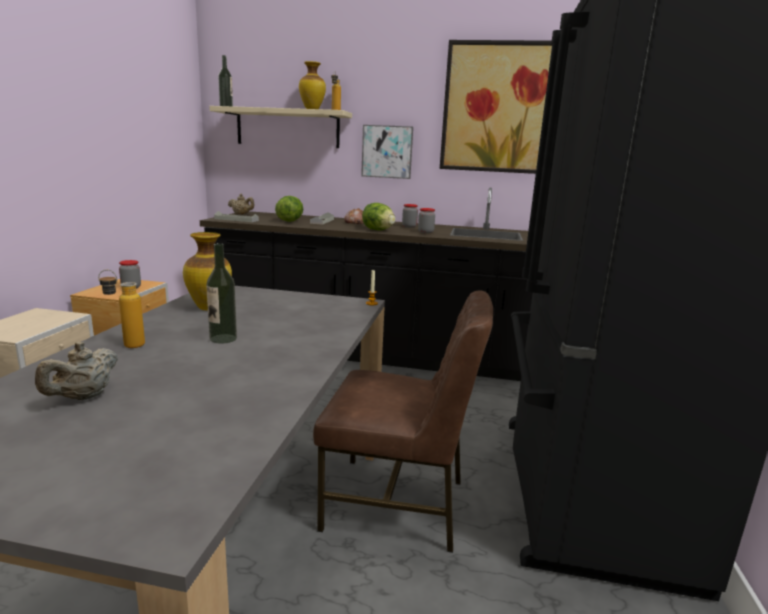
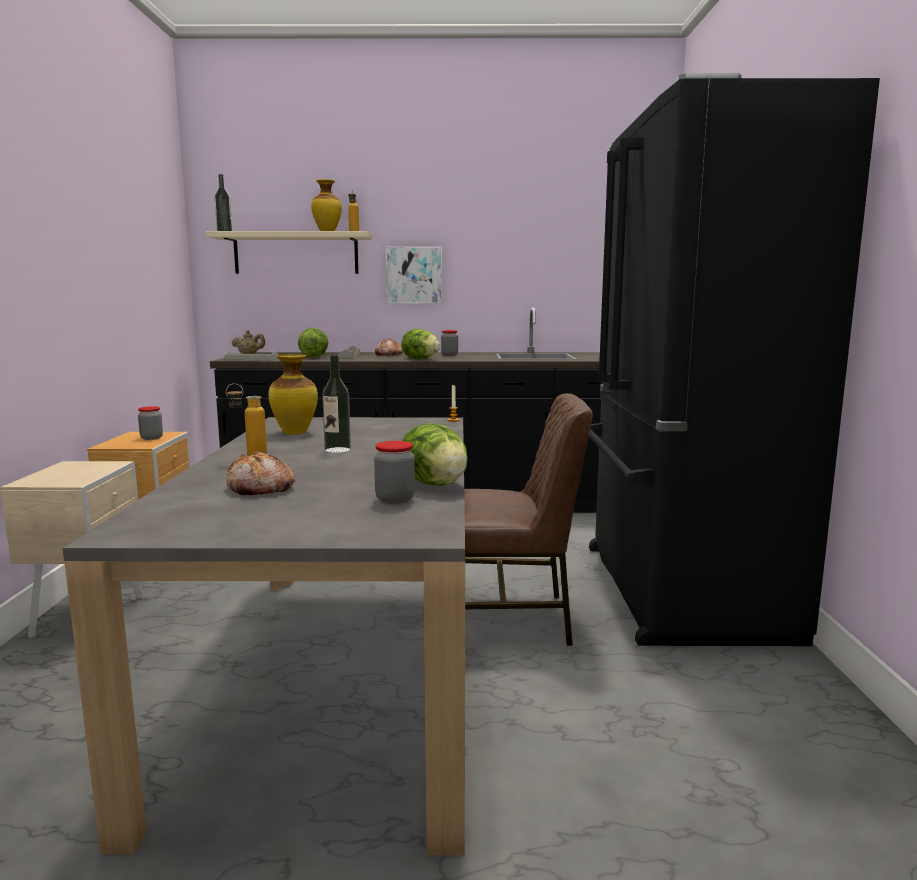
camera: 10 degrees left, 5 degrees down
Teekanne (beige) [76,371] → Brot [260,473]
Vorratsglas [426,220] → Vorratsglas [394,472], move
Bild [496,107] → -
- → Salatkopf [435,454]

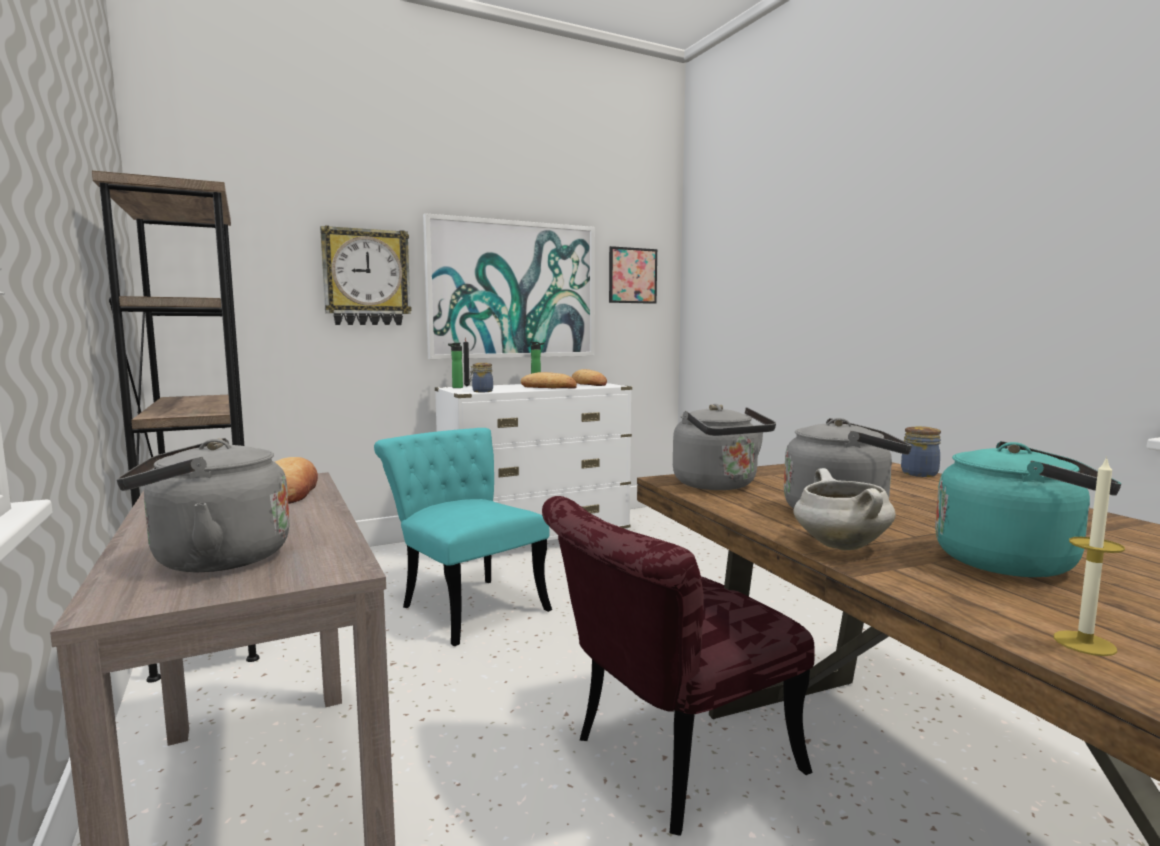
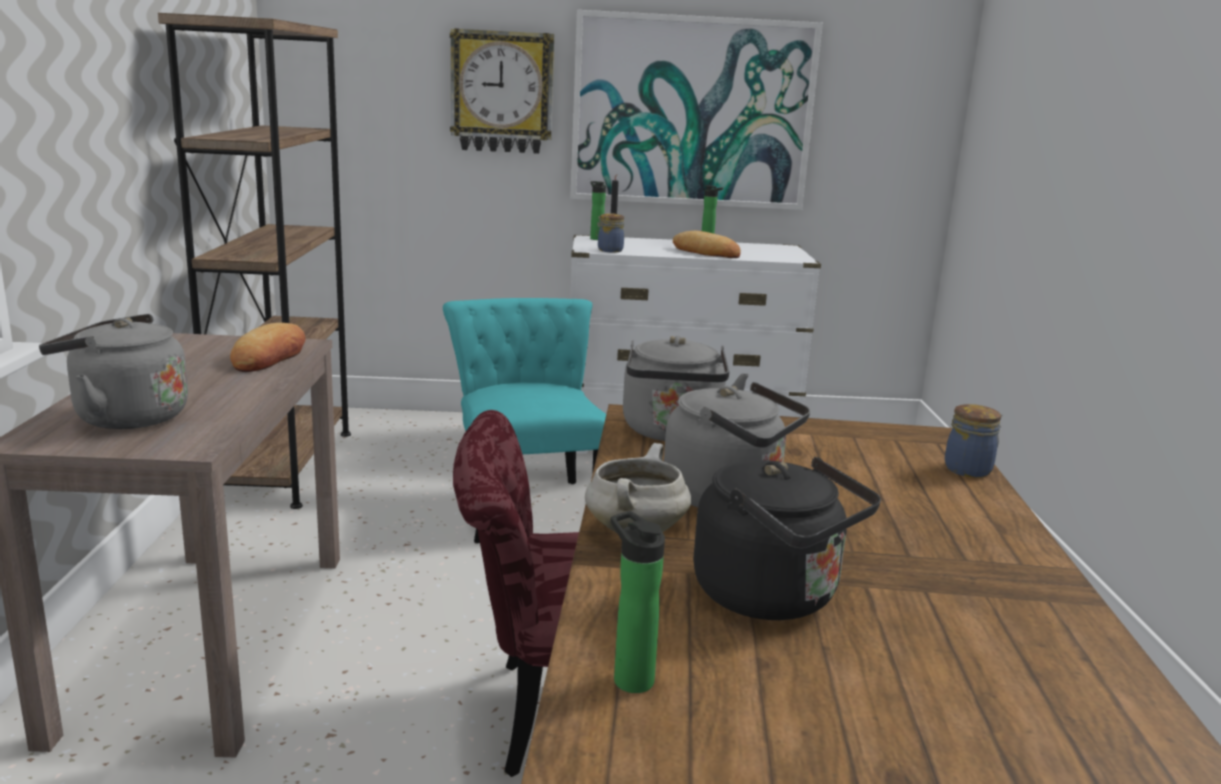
camera: 25 degrees right, 10 degrees up
Brot [589,377] → -
Bild [633,275] → -
Wasserkessel (türkis) [1028,509] → Wasserkessel (schwarz) [787,538]
Kerze [1089,556] → Flasche [638,602]

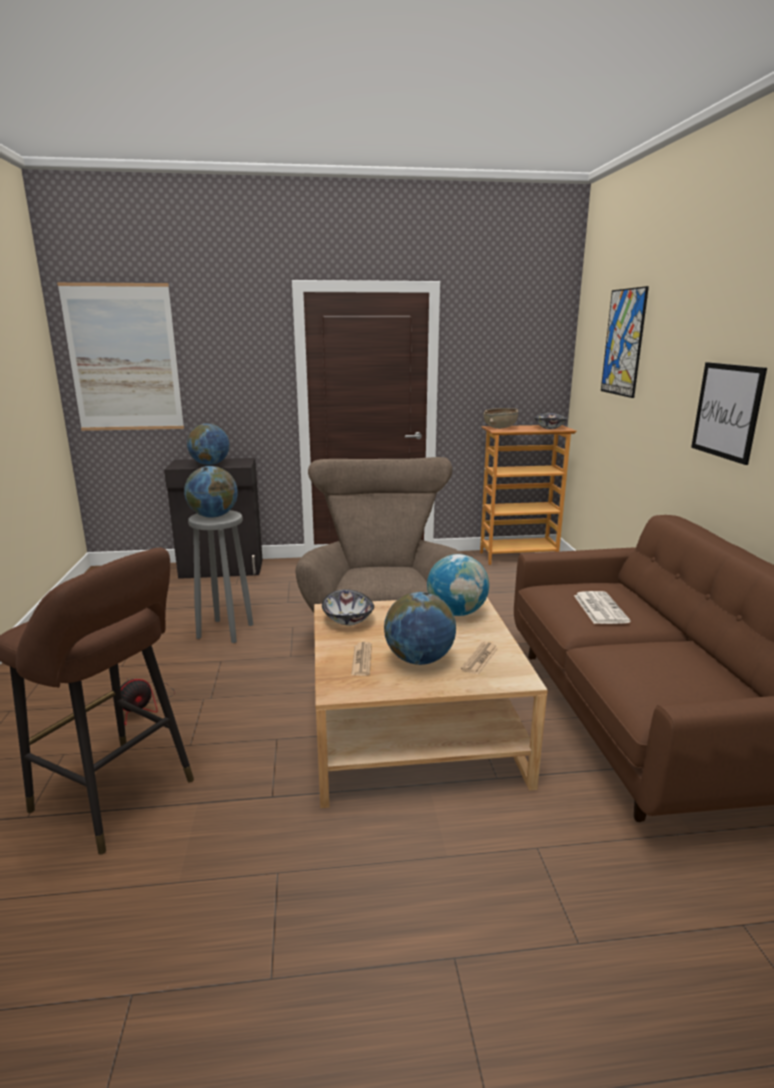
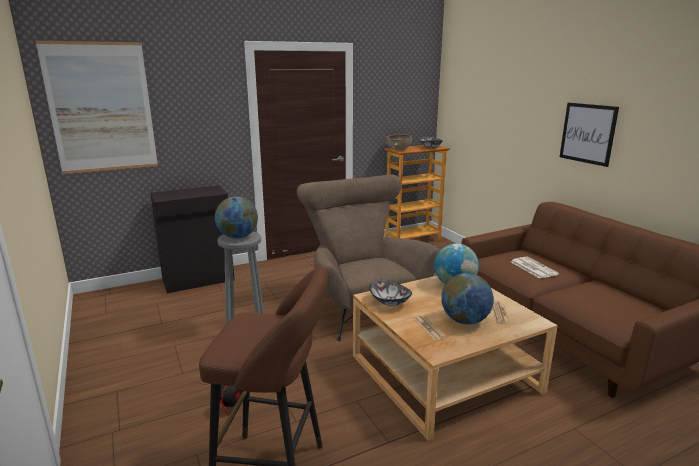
camera: 20 degrees left, 0 degrees up
Globus [208,444] → -
Bild [625,342] → -

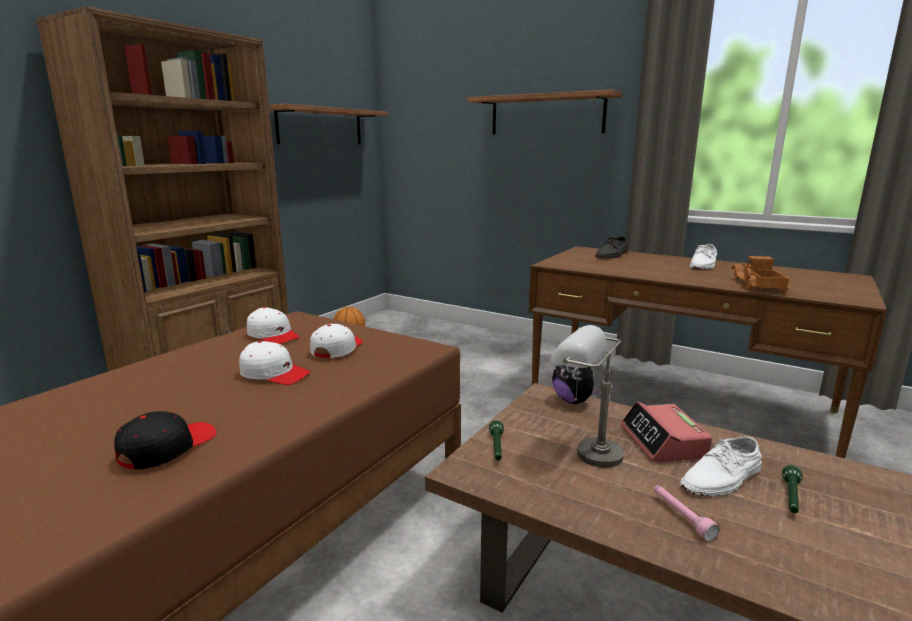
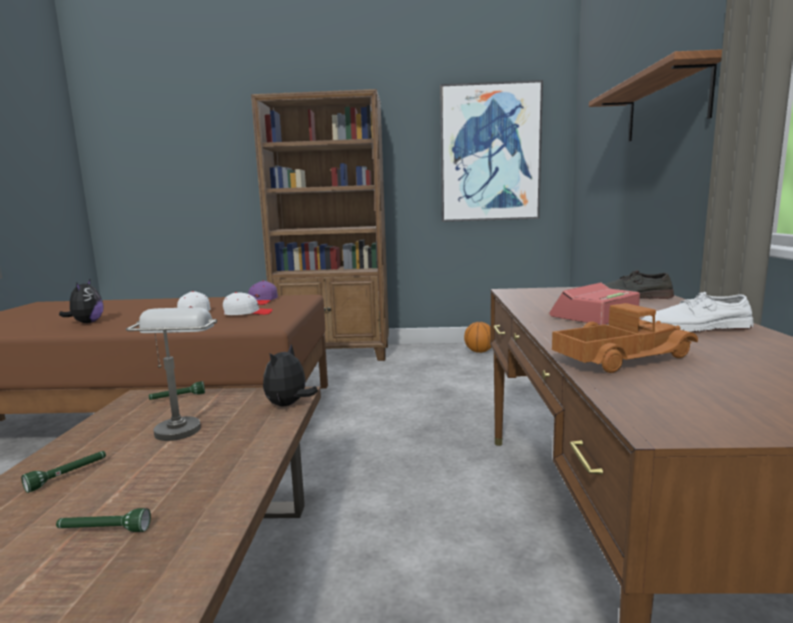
camera: 60 degrees right, 5 degrees down
Kappe (schwarz) [165,440] → Plüschtier [81,301]
Kappe (weiß) [273,325] → Kappe (lila) [263,292]
Wandregal [328,124] → Bild [491,151]
Wecker [666,431] → Wecker [594,303], move
Taschenlampe (rosa) [687,513] → Taschenlampe (grün) [63,472]
Schuh (weiß) [721,466] → -

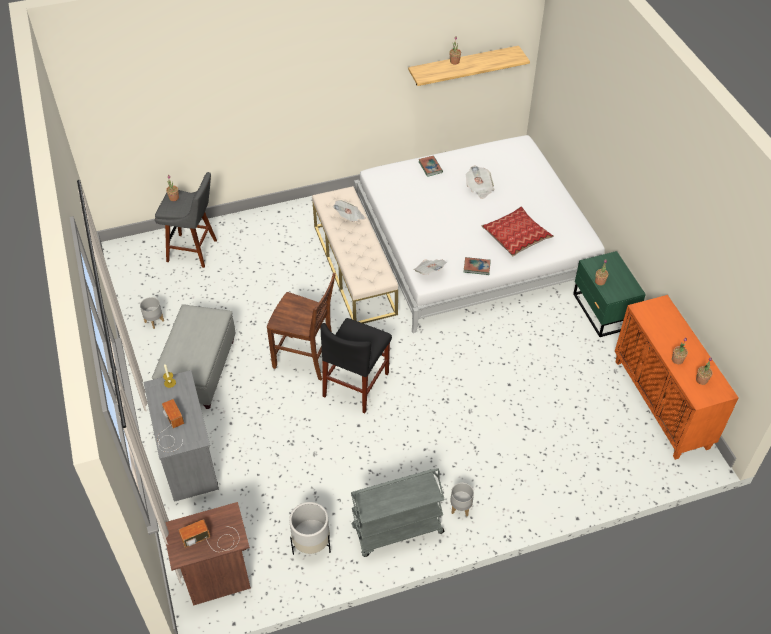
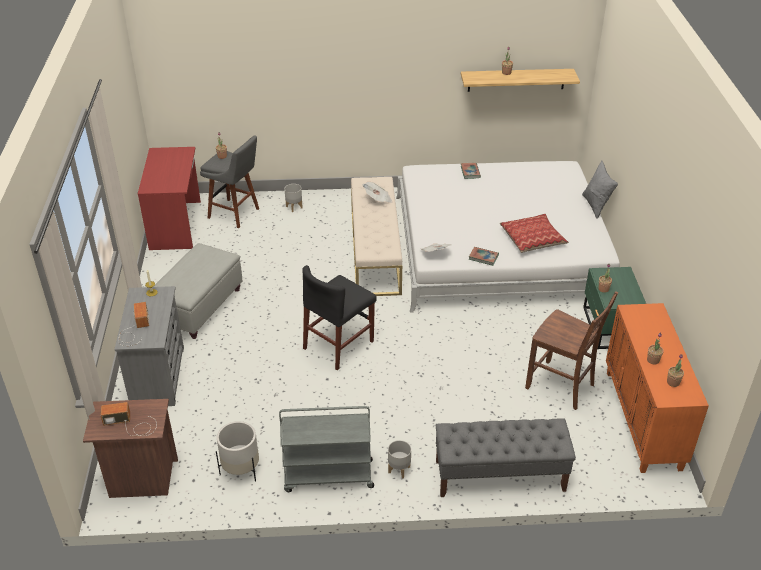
camera: 15 degrees right, 10 degrees down
Pflanzkübel (grau) [152,313] → Pflanzkübel (grau) [293,198], move
Stuhl (braun) [301,327] → Stuhl (braun) [571,350], move
Zeitung [480,182] → -
- → Schreibtisch (rot) [169,198]
- → Bank (grau) [506,457]
- → Kissen (grau) [600,190]

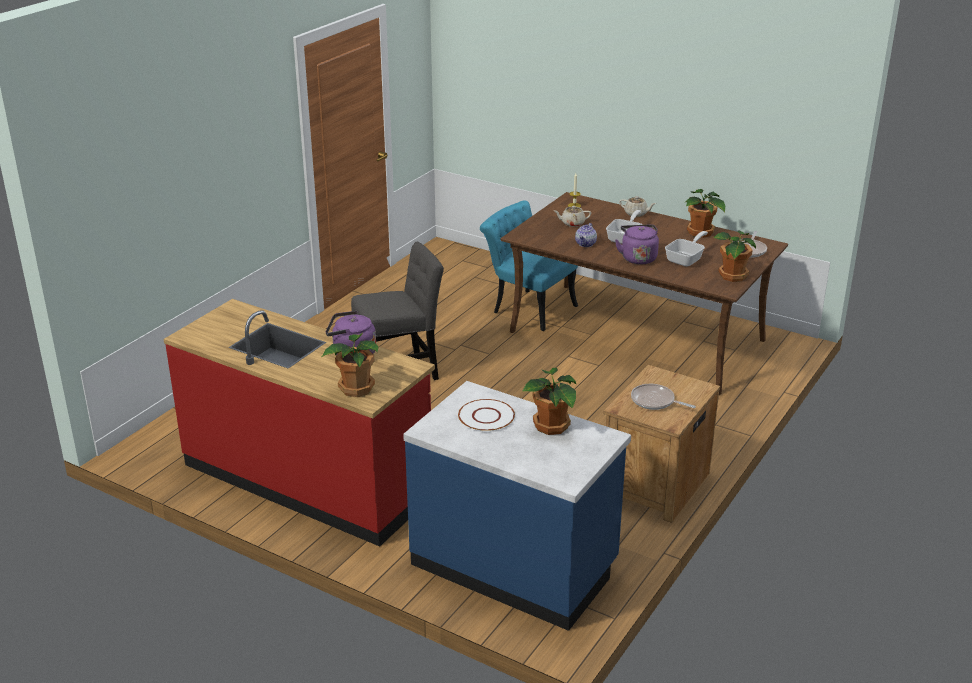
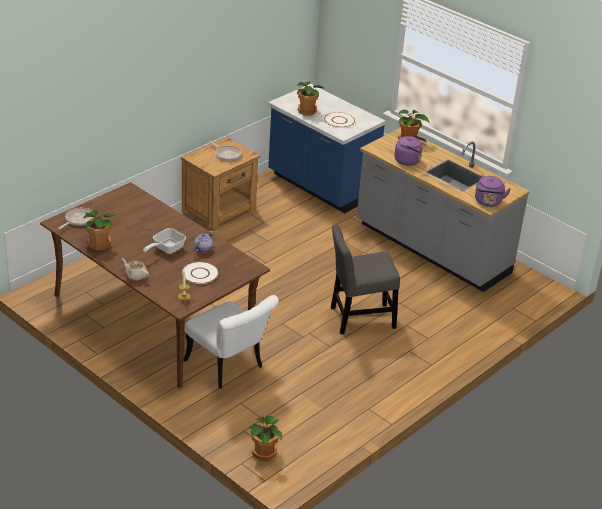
camera: 170 degrees left, 5 degrees up
Küchenzeile (rot) [299,422] → Küchenzeile (grau) [443,210]
Stuhl (türkis) [529,265] → Stuhl (weiß) [231,341]
Teekanne (beige) [572,216] → Teller (weiß) [200,273]
Wasserkessel (lila) [637,244] → Wasserkessel (lila) [493,191], move
Pfanne [686,249] → -
Topfpflanze [734,256] → Topfpflanze [266,438], move

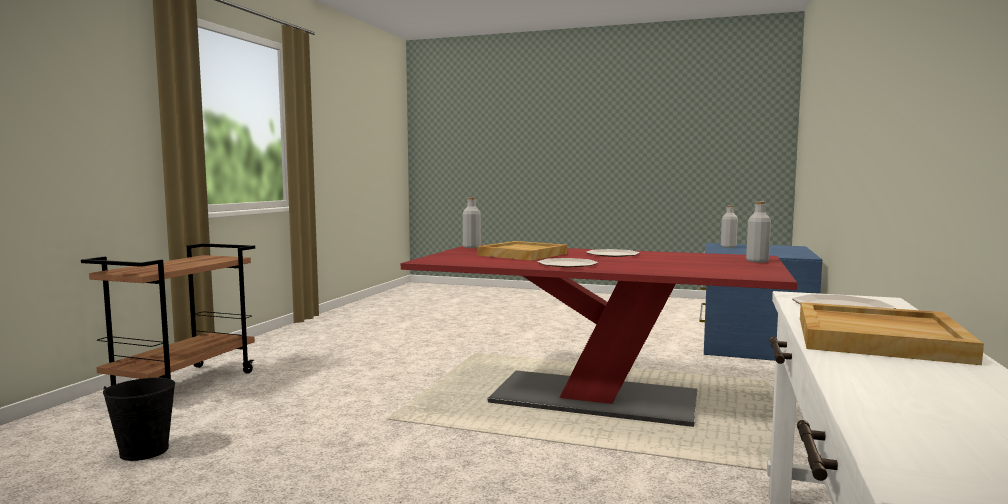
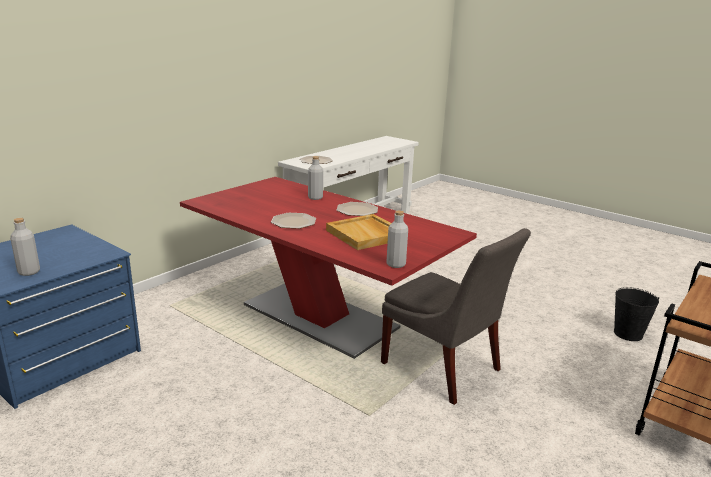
camera: 160 degrees left, 15 degrees up
Flasche (grau) [758,232] → Flasche (grau) [315,178], move
Tablett (beige) [892,333] → -
- → Stuhl (grau) [456,316]

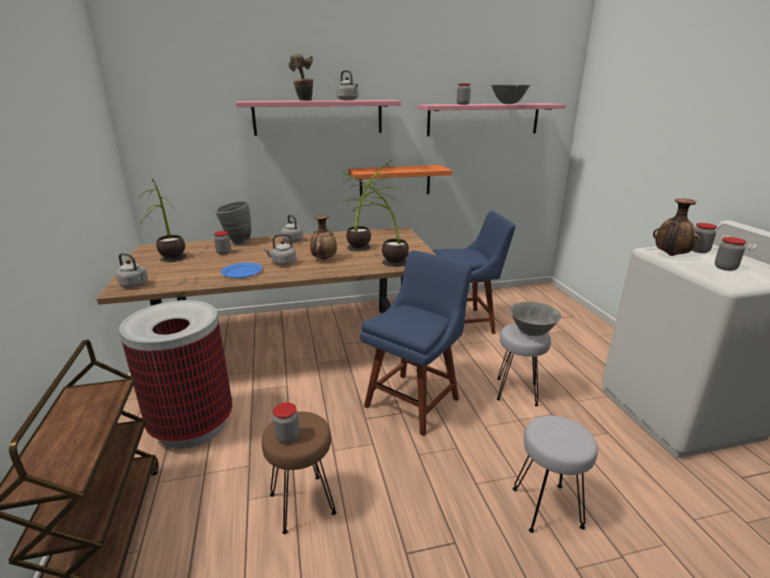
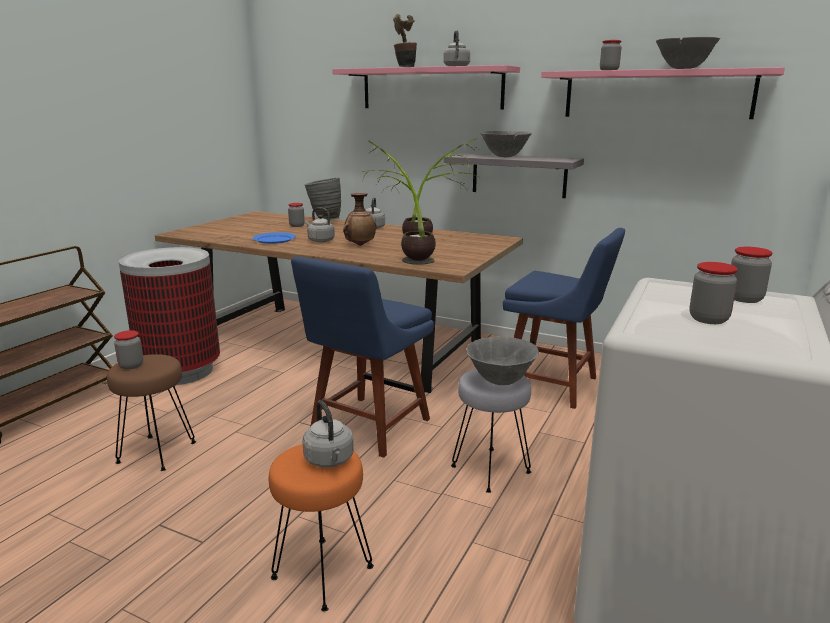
camera: 40 degrees right, 5 degrees down
Wasserkessel (grau) [132,270] → Wasserkessel (grau) [328,434], move
Topfpflanze [162,220] → -
Wandregal (orange) [400,181] → Wandregal (grau) [514,175]
Stuhl (blau) [416,343] → Stuhl (blau) [362,357], 135 degrees clockwise
Hocker (grau) [555,474] → Hocker (orange) [321,527]
Vase [676,227] → -
- → Schüssel (grau) [506,144]

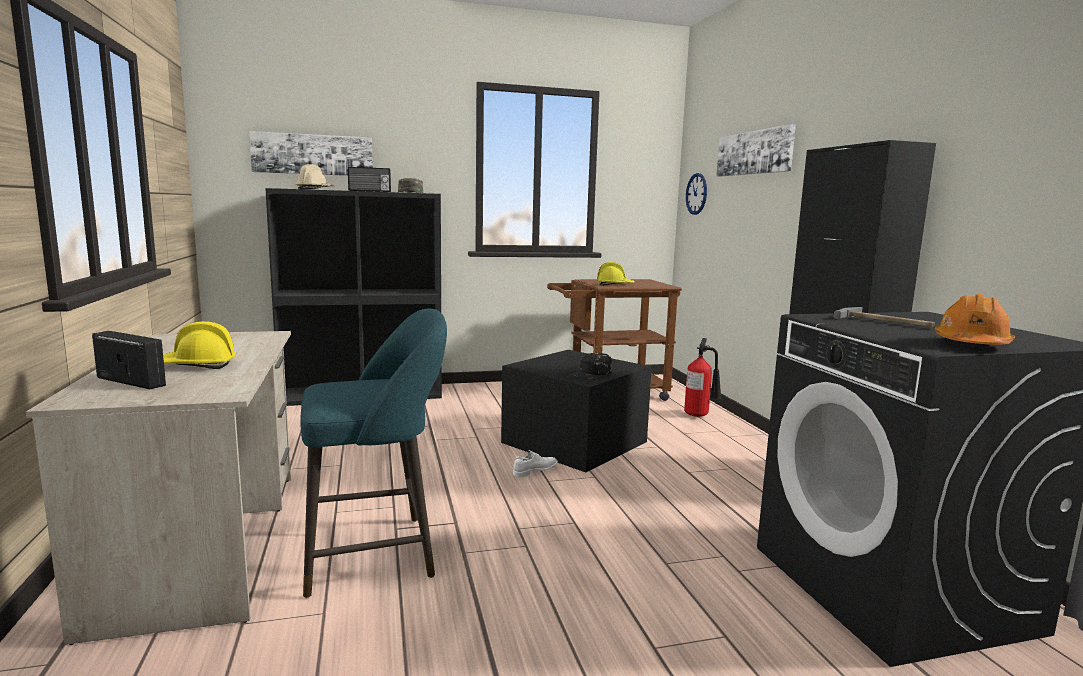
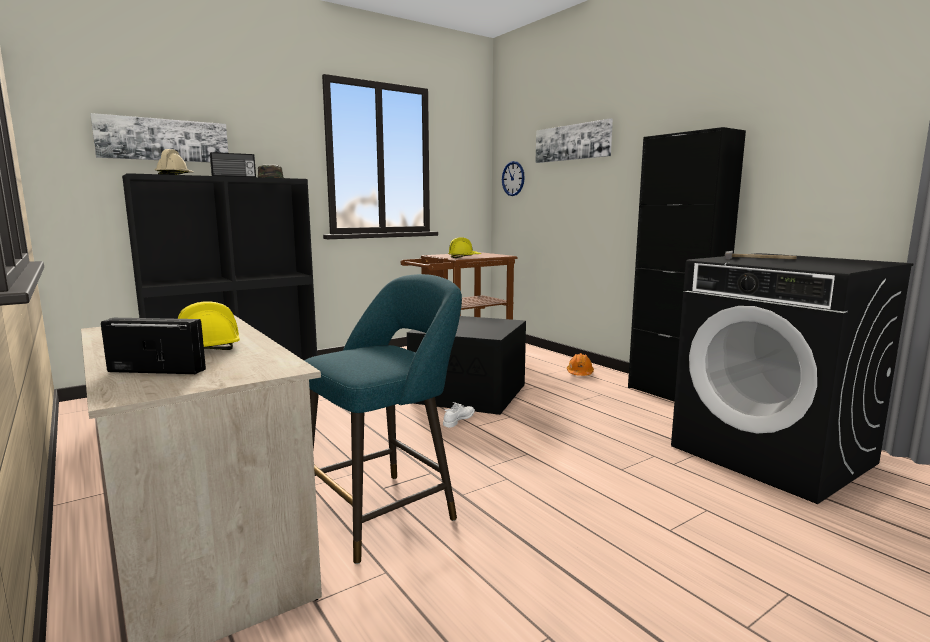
camera: 20 degrees left, 0 degrees up
Kappe (schwarz) [591,366] → -
Feuerlöscher [702,377] → -
Schutzhelm (orange) [975,319] → Schutzhelm (orange) [580,364], move

